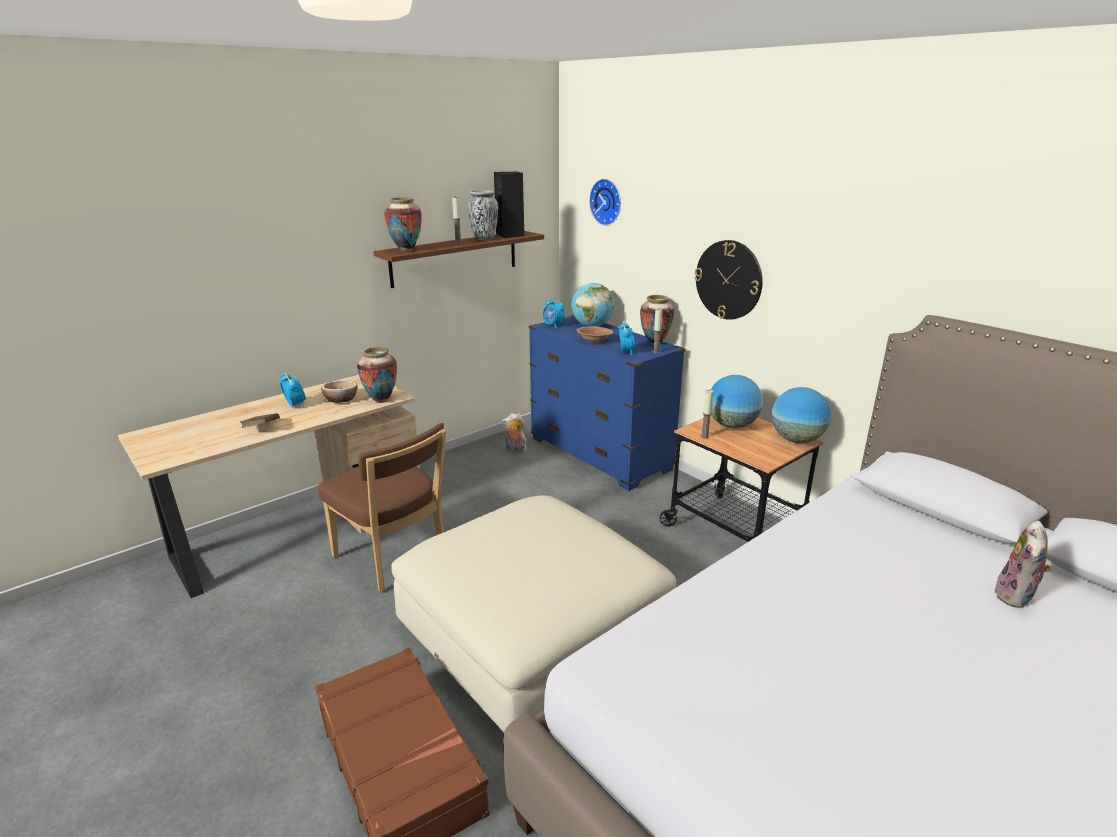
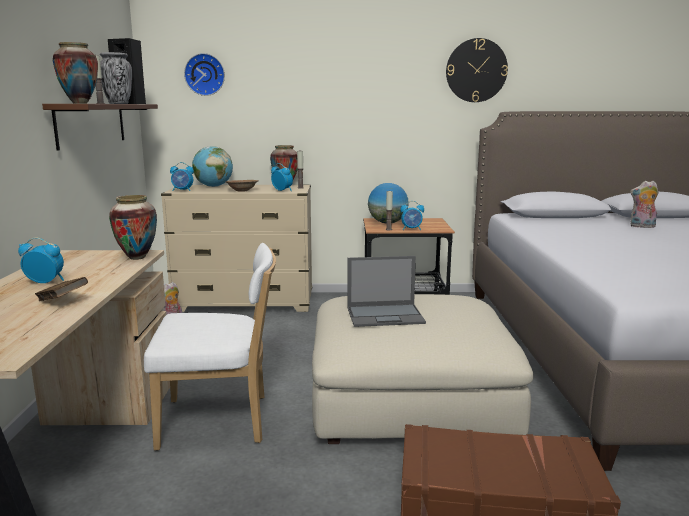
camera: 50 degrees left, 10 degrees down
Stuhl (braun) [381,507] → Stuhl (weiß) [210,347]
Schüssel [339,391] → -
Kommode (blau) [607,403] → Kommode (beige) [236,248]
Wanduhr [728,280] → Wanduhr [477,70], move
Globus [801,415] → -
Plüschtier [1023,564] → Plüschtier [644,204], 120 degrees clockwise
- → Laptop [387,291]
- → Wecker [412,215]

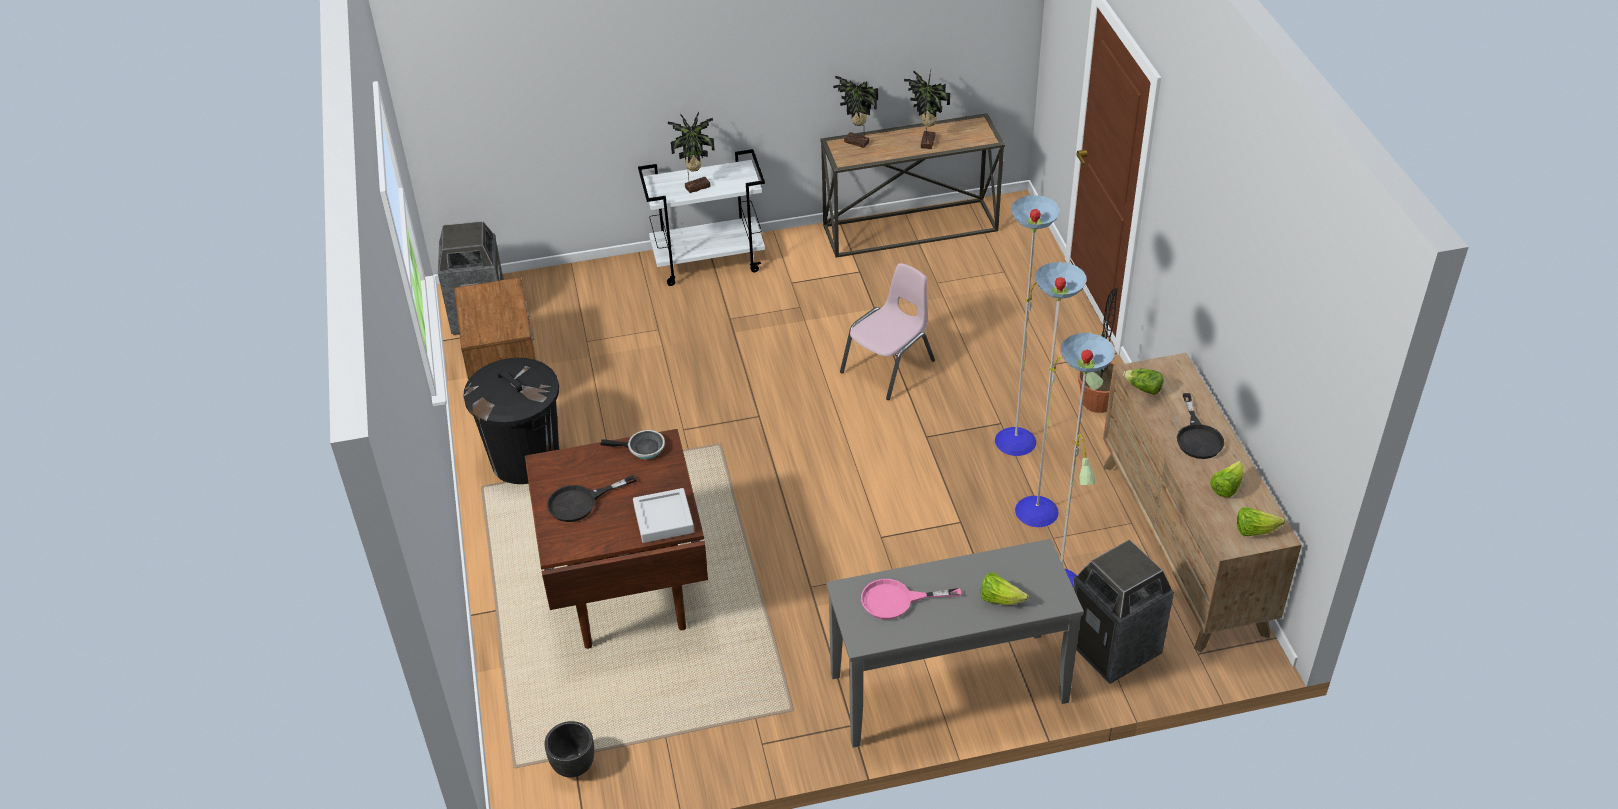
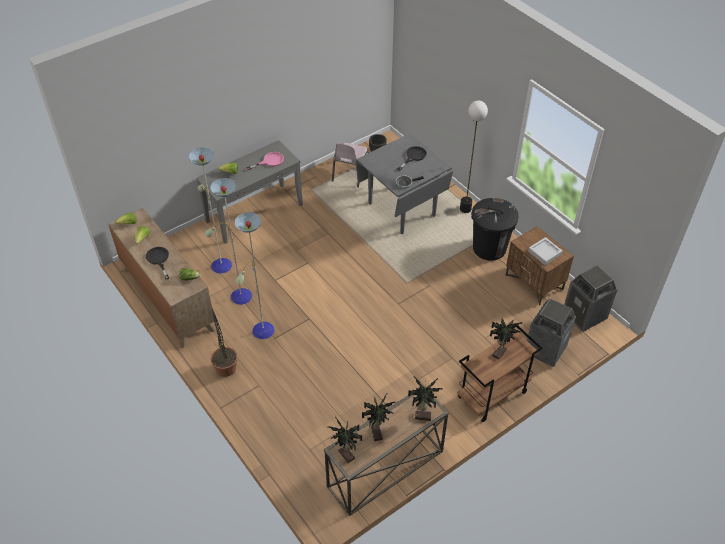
camera: 155 degrees right, 5 degrees up
Esstisch (braun) [616,539] → Esstisch (grau) [404,183]
Tablett (grau) [663,515] → Tablett (grau) [545,251], move
Rollwagen (weiß) [701,217] → Rollwagen (braun) [500,374]
Stuhl (rosa) [887,331] → Stuhl (rosa) [350,165], move
Mülleimer [1123,611] → Mülleimer [551,332], move
- → Topfpflanze [345,440]
- → Stehlampe [474,157]

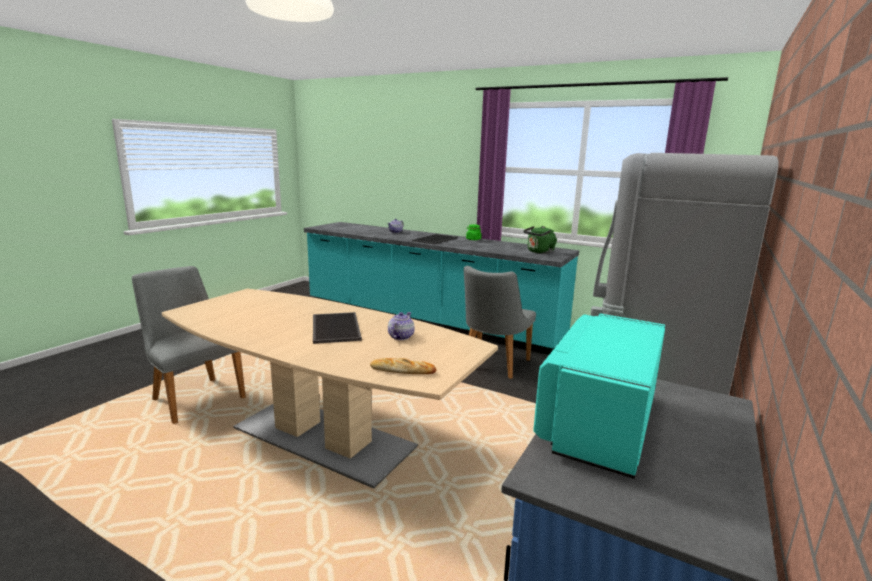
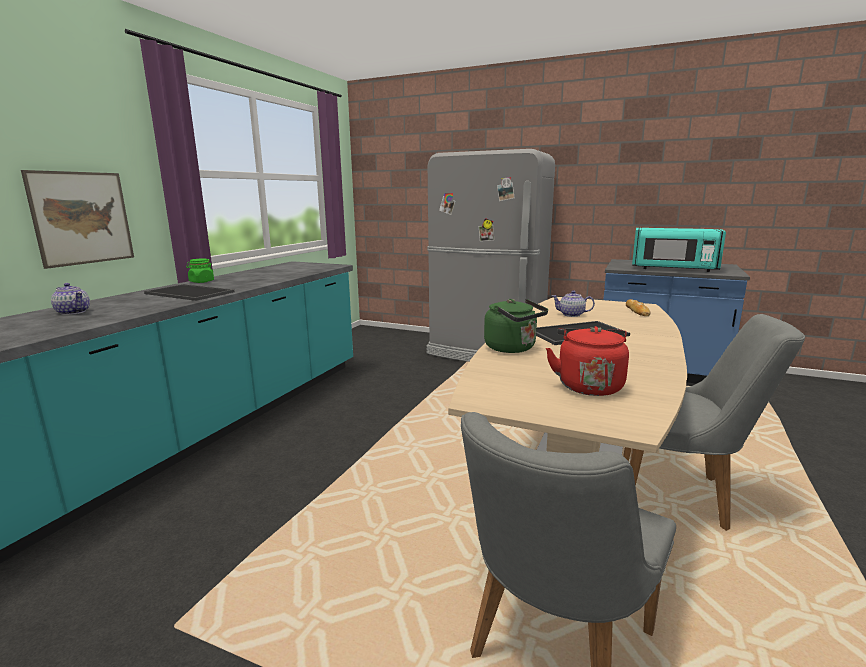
camera: 95 degrees left, 0 degrees up
Stuhl (grau) [500,322] → Stuhl (grau) [714,422], move
Wasserkessel (grün) [540,240] → Wasserkessel (grün) [516,326], move
- → Bild [77,219]
- → Wasserkessel (rot) [587,361]

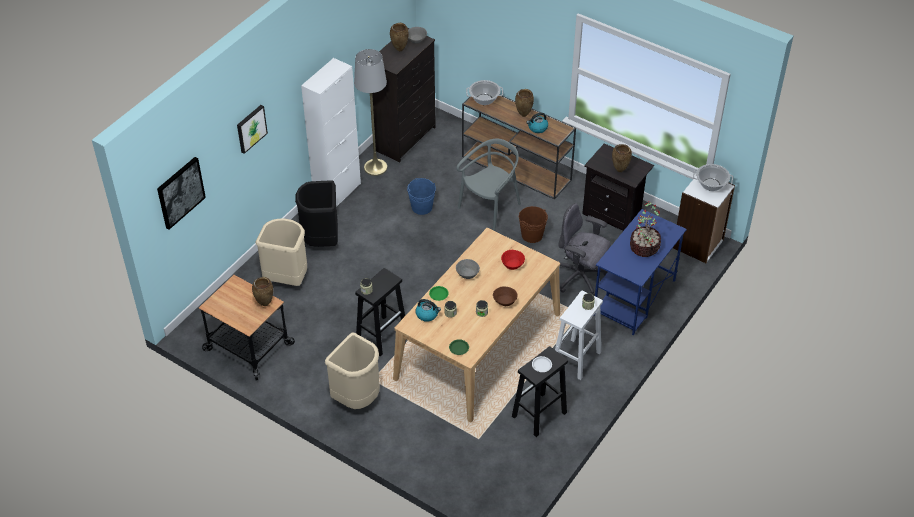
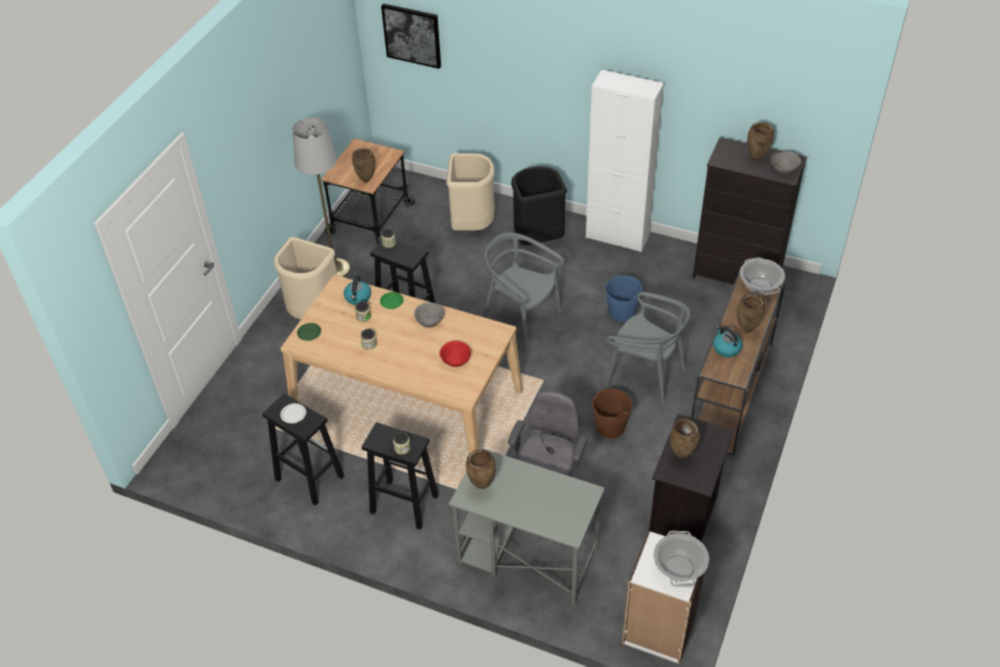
camera: 80 degrees right, 0 degrees up
Bild [252,129] → -
Stehlampe (grau) [371,112] → Stehlampe (grau) [321,197], move
Schüssel (braun) [505,296] → -
Hocker (weiß) [579,335] → Hocker (schwarz) [400,476]
Schreibtisch (blau) [640,272] → Schreibtisch (grau) [527,526]
Topfpflanze [645,229] → -
- → Vase (braun) [481,469]
- → Stuhl (grau) [523,291]

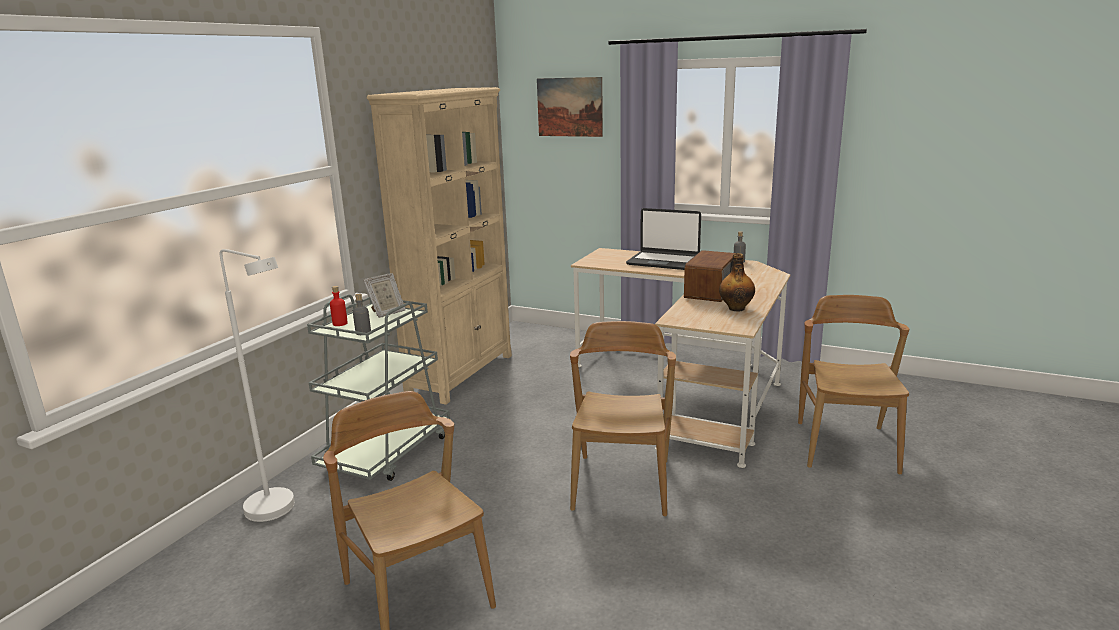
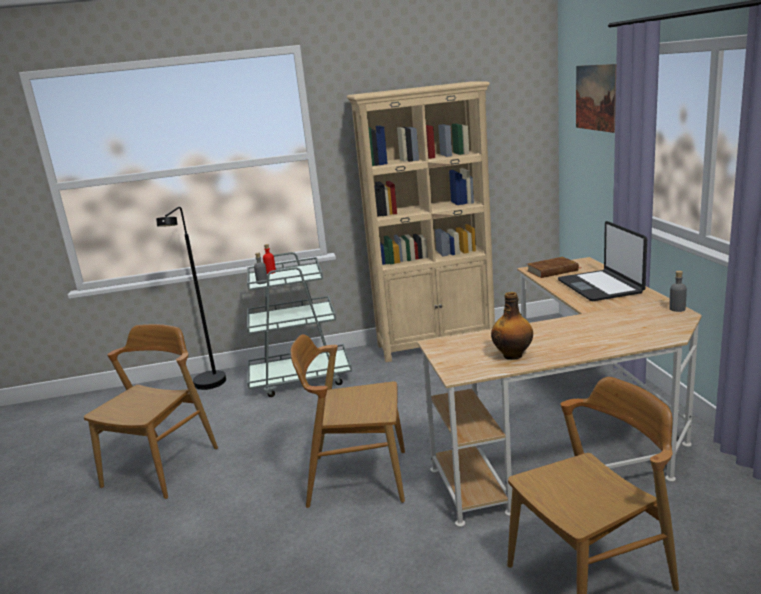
camera: 55 degrees right, 0 degrees up
Stehlampe (weiß) [257,385] → Stehlampe (schwarz) [191,298]
Bilderrahmen [384,295] → -
Stuhl (braun) [623,419] → Stuhl (braun) [348,421], 150 degrees counterclockwise
Radio [710,276] → -
- → Buch (braun) [554,267]

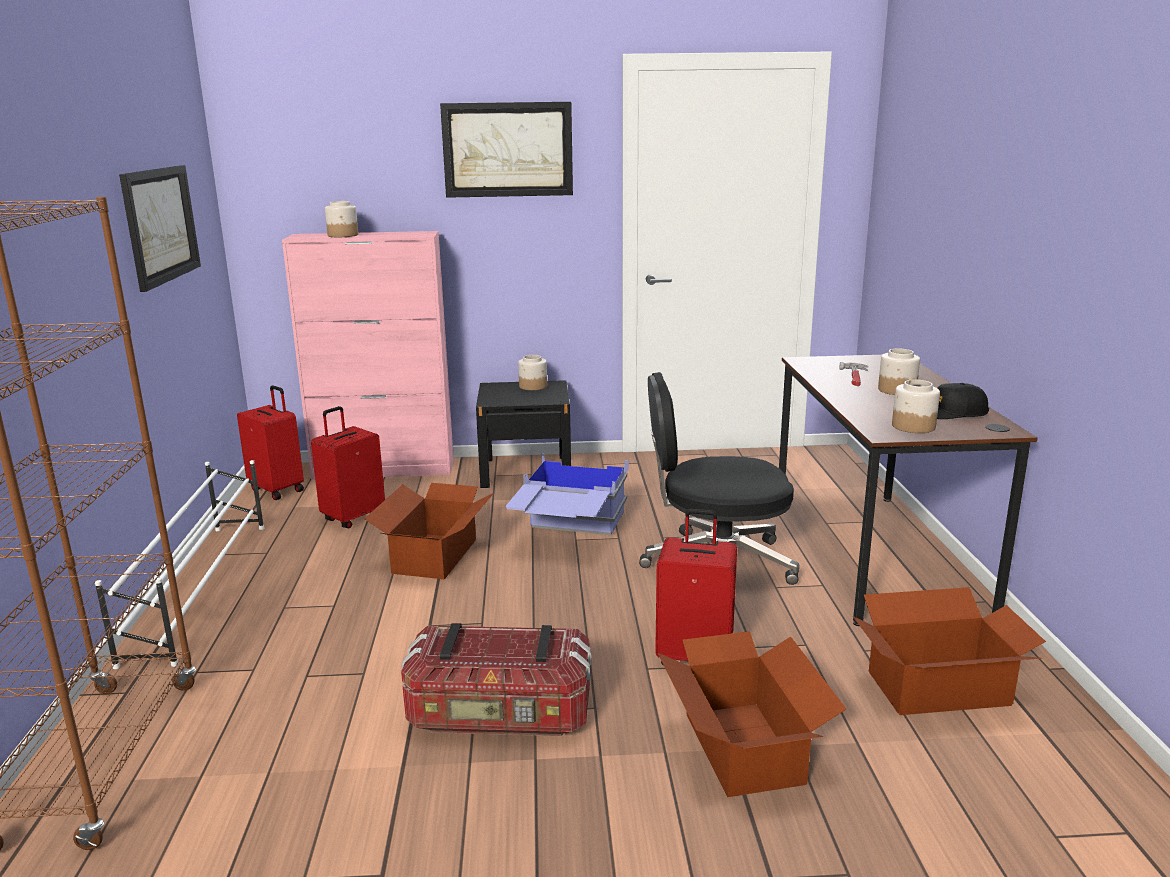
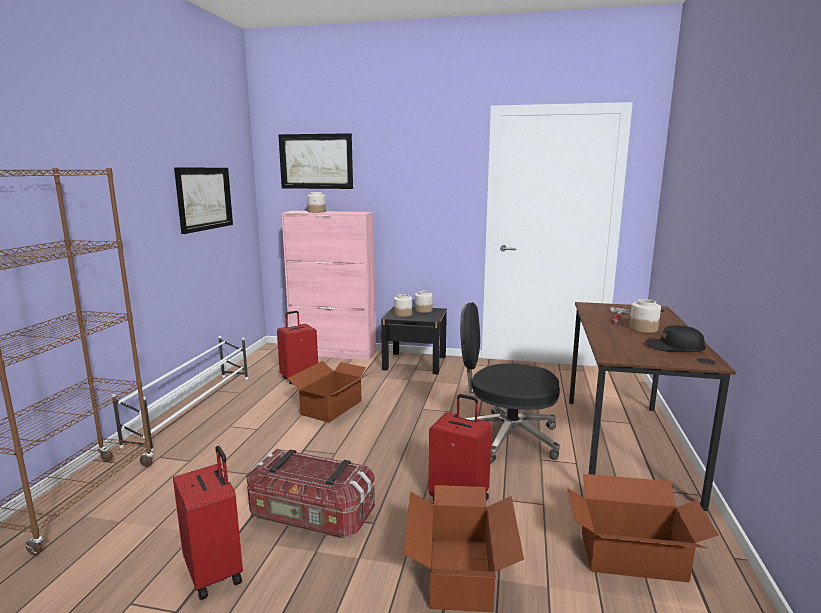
camera: 15 degrees right, 5 degrees down
Koffer (rot) [270,442] → Koffer (rot) [208,523], move
Bild [506,150] → Bild [315,161], move
Aufbewahrungsbox (blau) [567,494] → -
Vorratsglas [916,406] → Vorratsglas [403,305], move

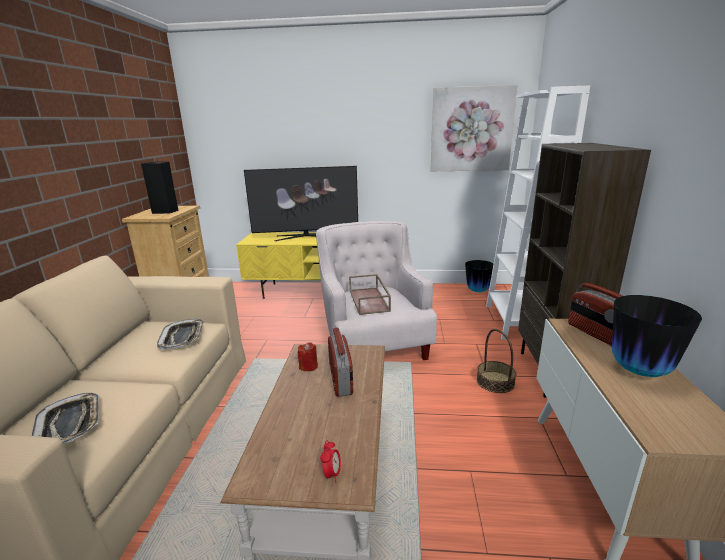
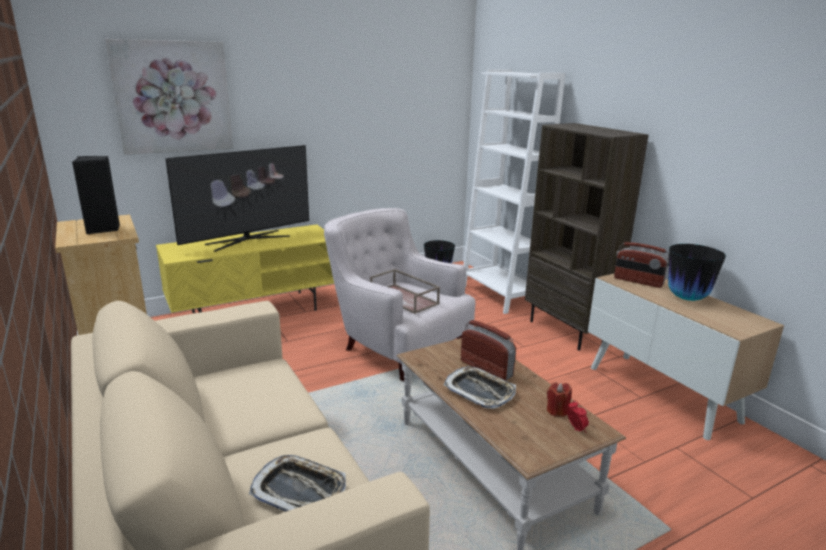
camera: 35 degrees left, 0 degrees up
Tablett [180,334] → Tablett [479,387], move
Kerze (rot) [308,357] → Kerze (rot) [559,400], move
Bild [473,128] → Bild [169,97], move
Korb [496,361] → -

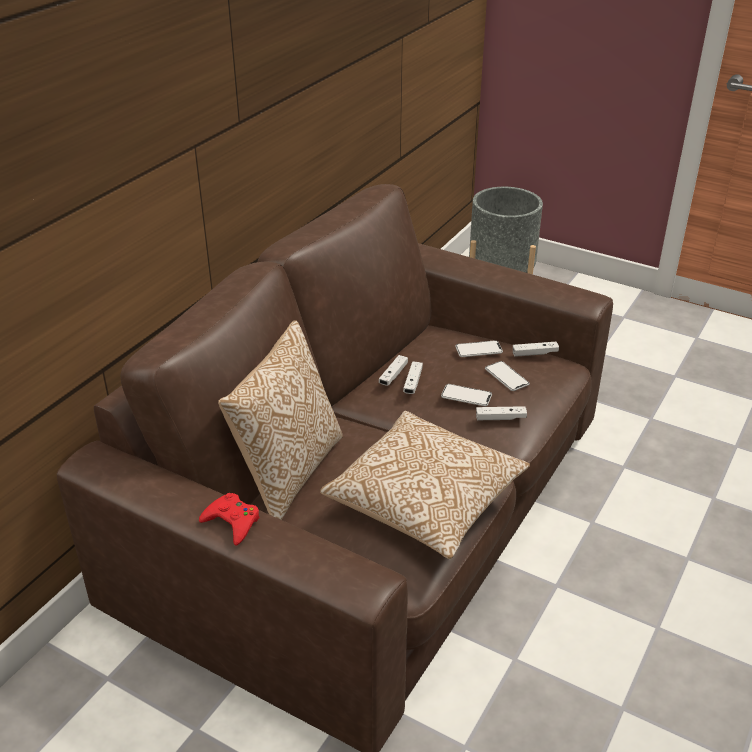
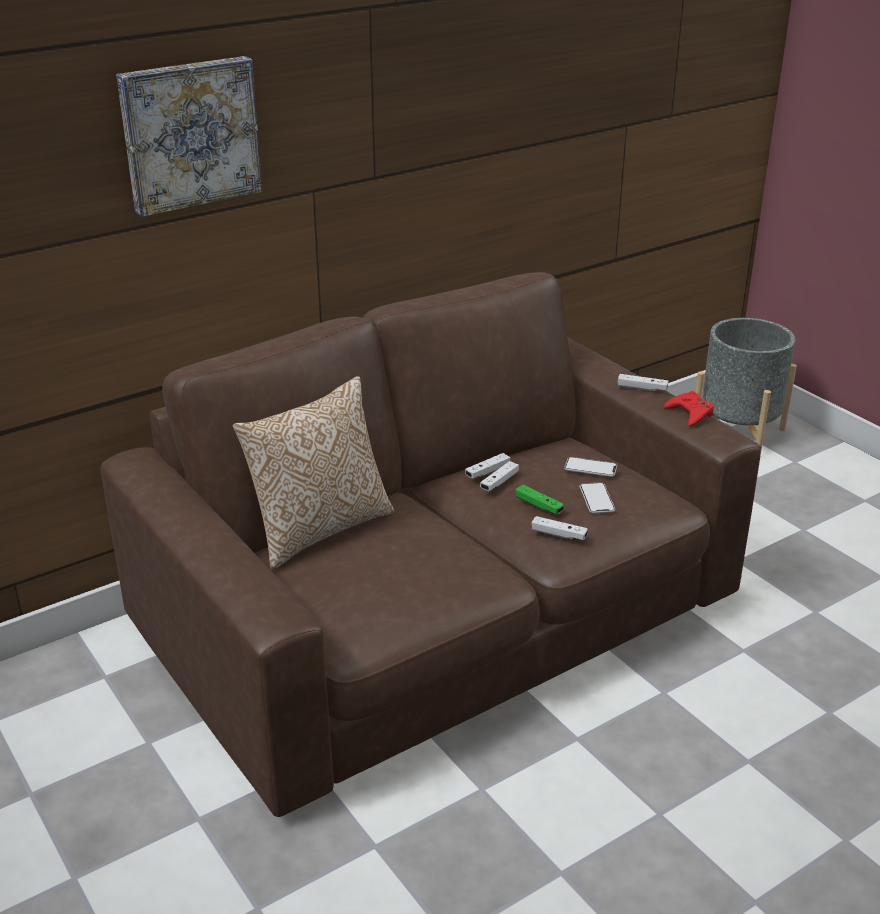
camera: 25 degrees right, 5 degrees down
Gamepad (rot) [229,519] → Gamepad (rot) [688,408], move
Kissen [425,485] → -
Handy [466,395] → Gamepad (grün) [539,499]
Gamepad (weiß) [536,349] → Gamepad (weiß) [643,382], move
- → Bild [189,136]

